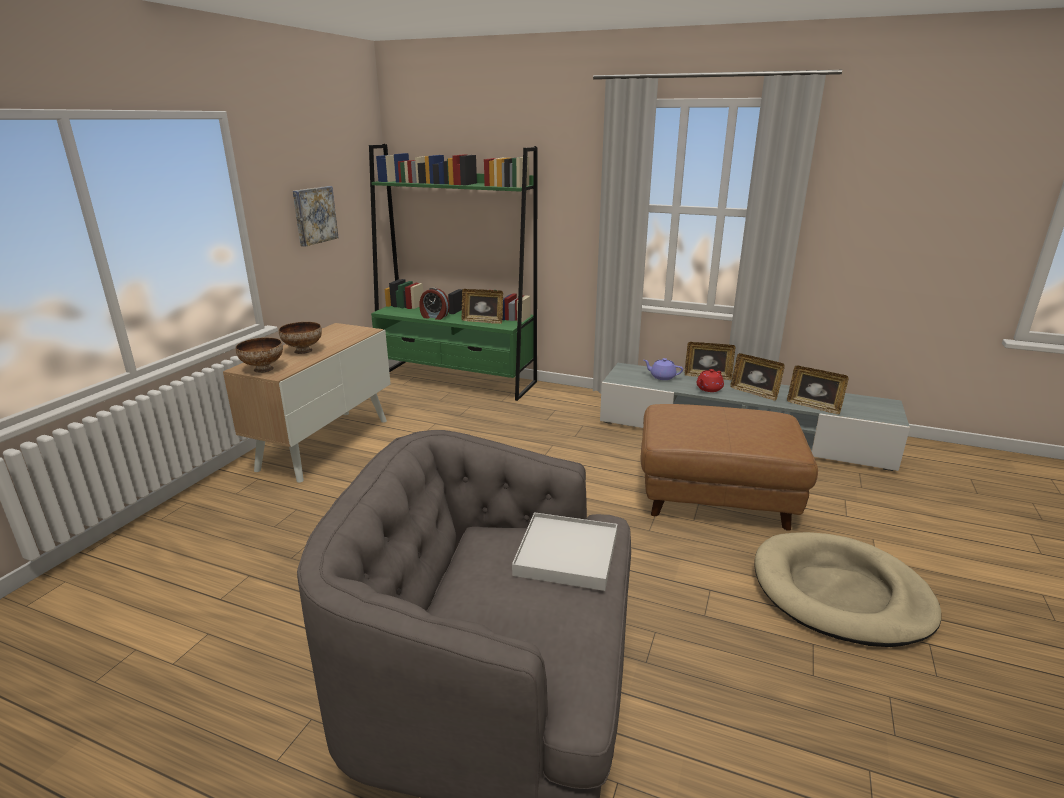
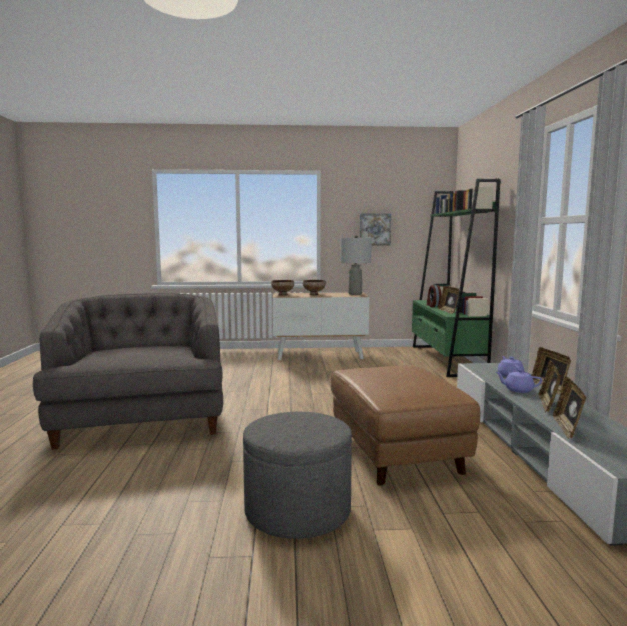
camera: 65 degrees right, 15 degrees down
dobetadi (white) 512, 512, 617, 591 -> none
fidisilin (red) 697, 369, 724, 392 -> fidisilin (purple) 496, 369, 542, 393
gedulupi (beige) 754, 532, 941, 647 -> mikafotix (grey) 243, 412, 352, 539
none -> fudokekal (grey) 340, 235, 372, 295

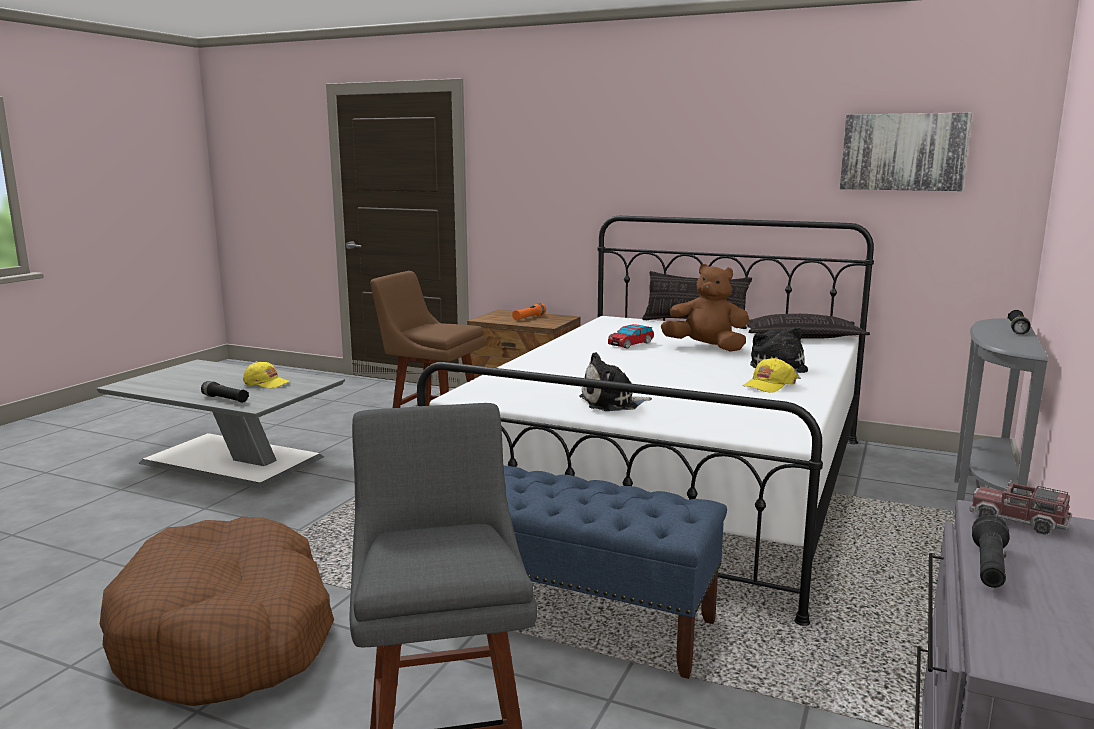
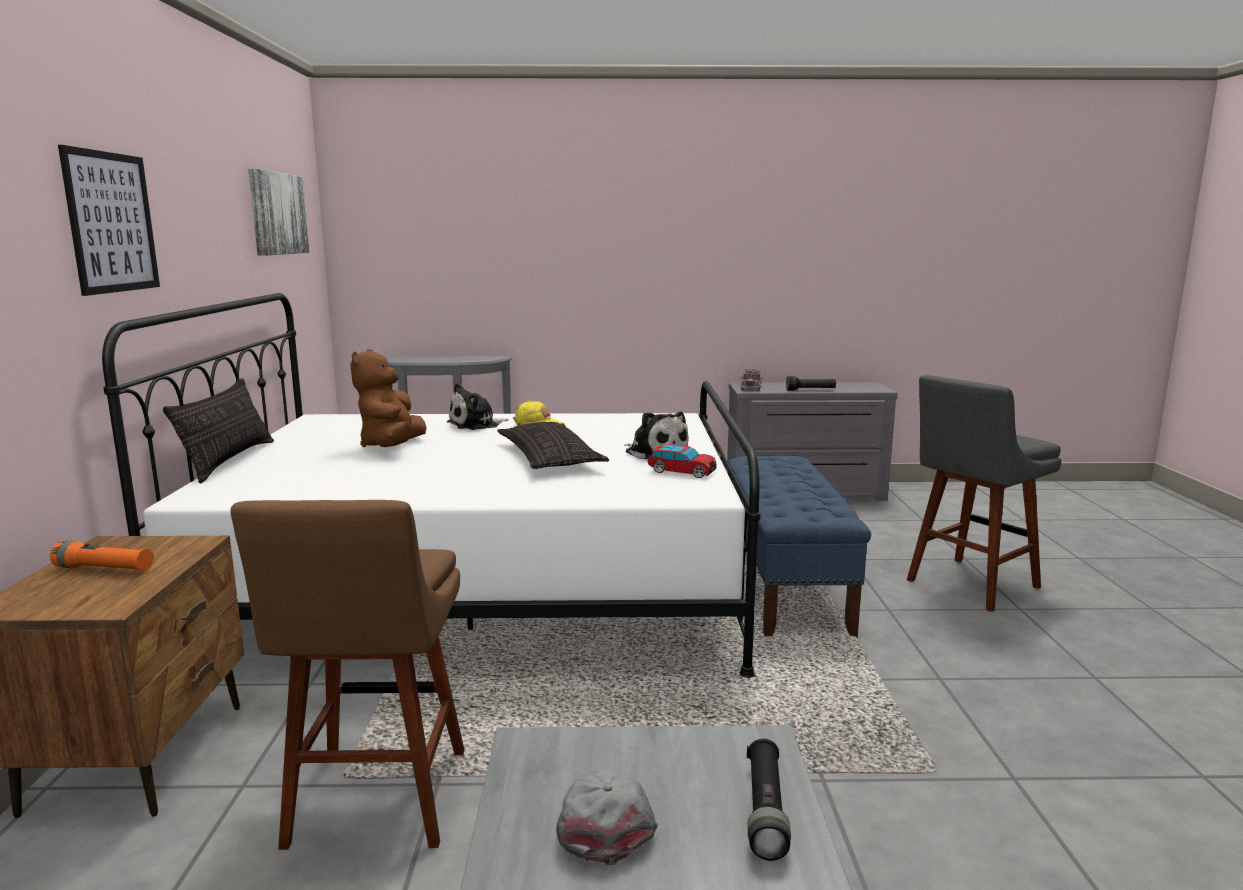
camera: 115 degrees left, 0 degrees up
gedulupi (brown) 100, 517, 334, 706 -> none
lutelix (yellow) 243, 361, 290, 389 -> lutelix (grey) 556, 768, 658, 865
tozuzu 608, 324, 654, 349 -> tozuzu 647, 444, 716, 478, shifted
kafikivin 746, 314, 870, 339 -> kafikivin 497, 422, 609, 469, shifted
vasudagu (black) 1008, 310, 1031, 334 -> none
none -> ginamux 58, 145, 160, 296

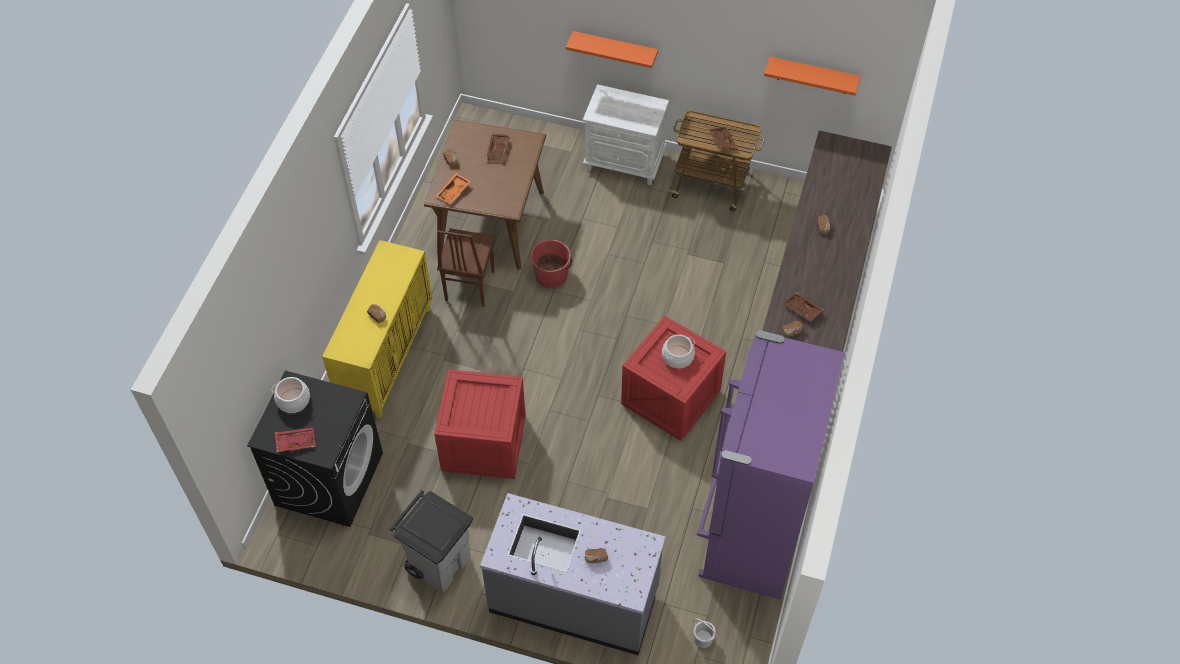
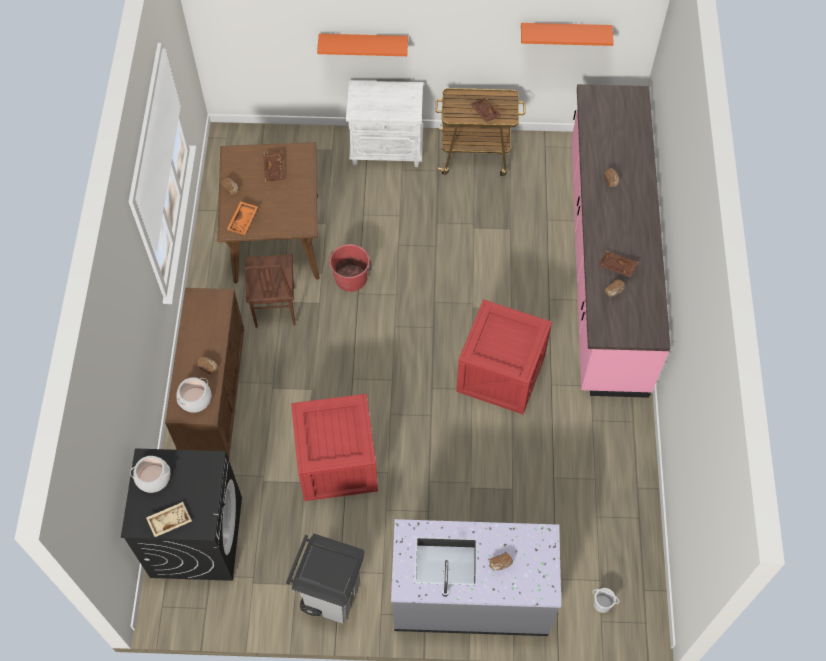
camera: 15 degrees left, 5 degrees up
dobetadi (red) 274, 427, 316, 452 -> dobetadi (beige) 146, 502, 192, 537
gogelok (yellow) 322, 240, 432, 418 -> gogelok (brown) 165, 288, 244, 459
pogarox 662, 334, 695, 368 -> pogarox 176, 377, 211, 413, shifted
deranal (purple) 697, 330, 845, 599 -> none

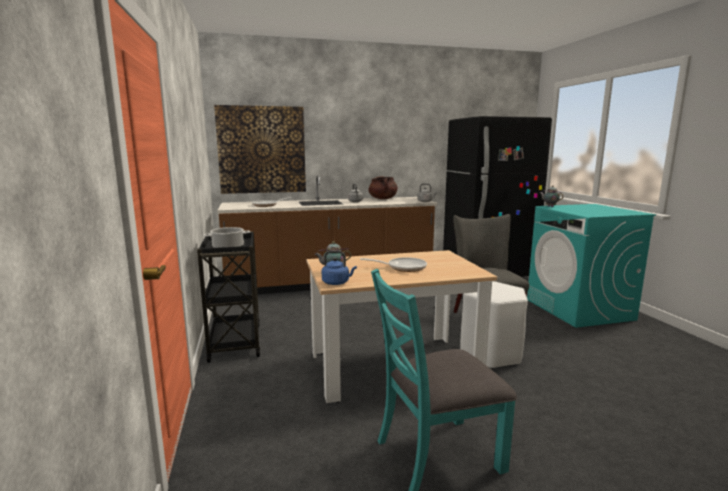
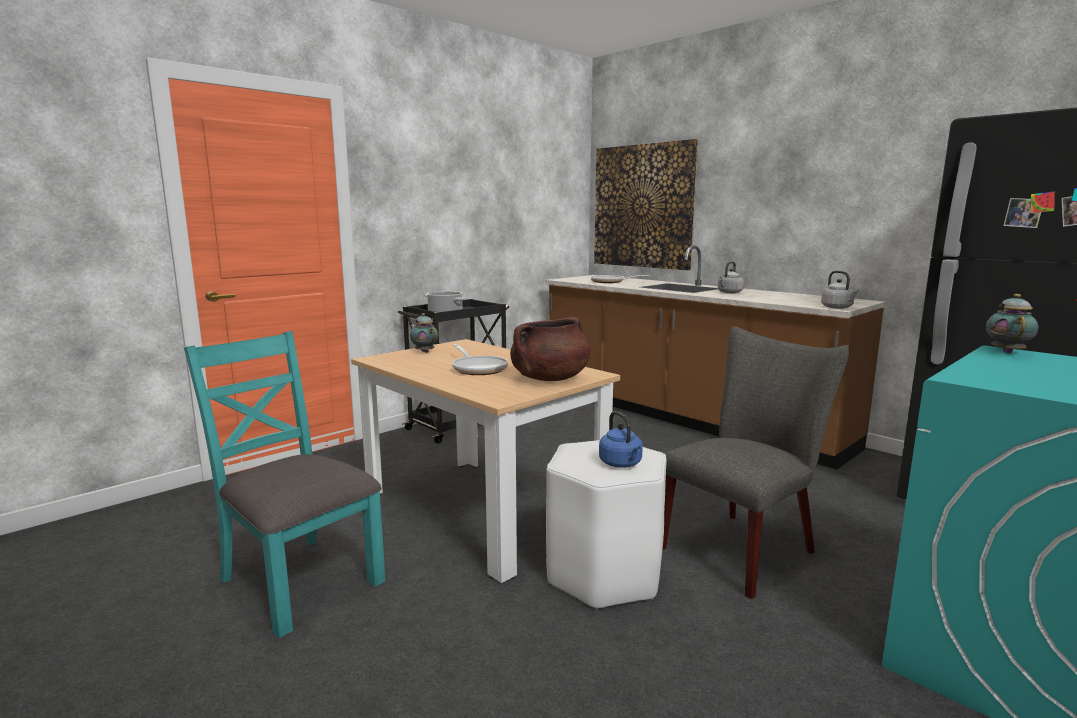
camera: 60 degrees right, 0 degrees up
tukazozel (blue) 322, 250, 357, 285 -> tukazozel (blue) 599, 411, 643, 468, shifted
pogarox (brown) 368, 176, 398, 199 -> pogarox (brown) 510, 317, 590, 381, shifted

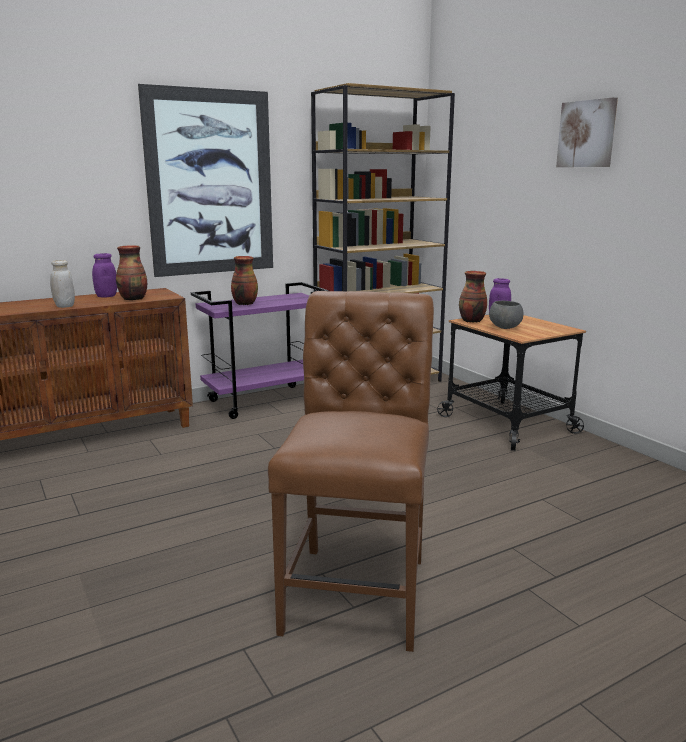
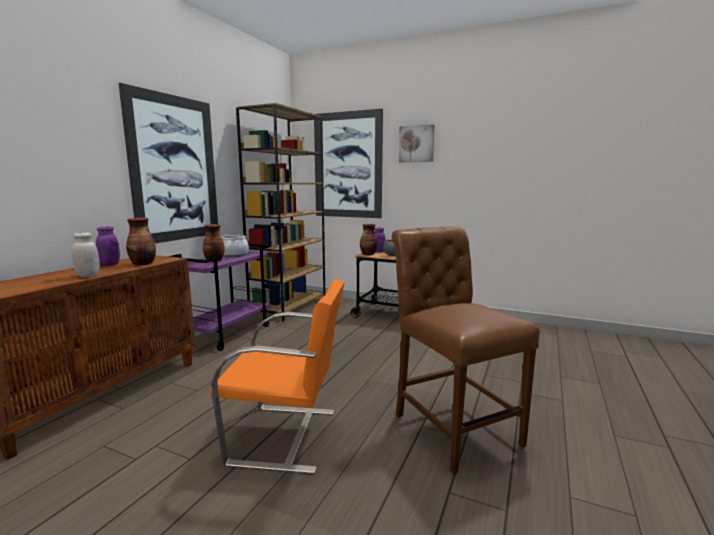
camera: 35 degrees left, 5 degrees down
none -> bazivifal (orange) 210, 279, 345, 474
none -> pogarox 221, 234, 249, 257
none -> ginamux 314, 109, 383, 218

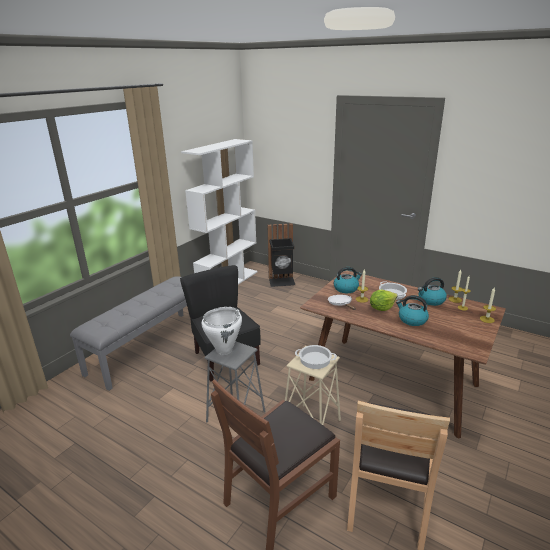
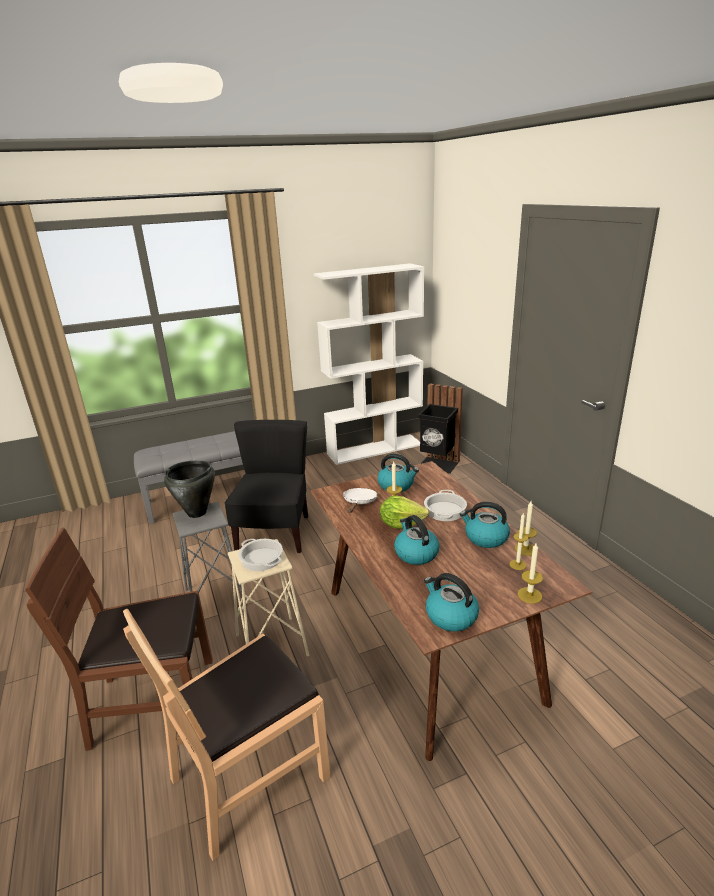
camera: 35 degrees right, 0 degrees up
pogarox (white) 201, 307, 242, 355 -> pogarox (black) 164, 461, 215, 518
none -> tukazozel 424, 573, 479, 631

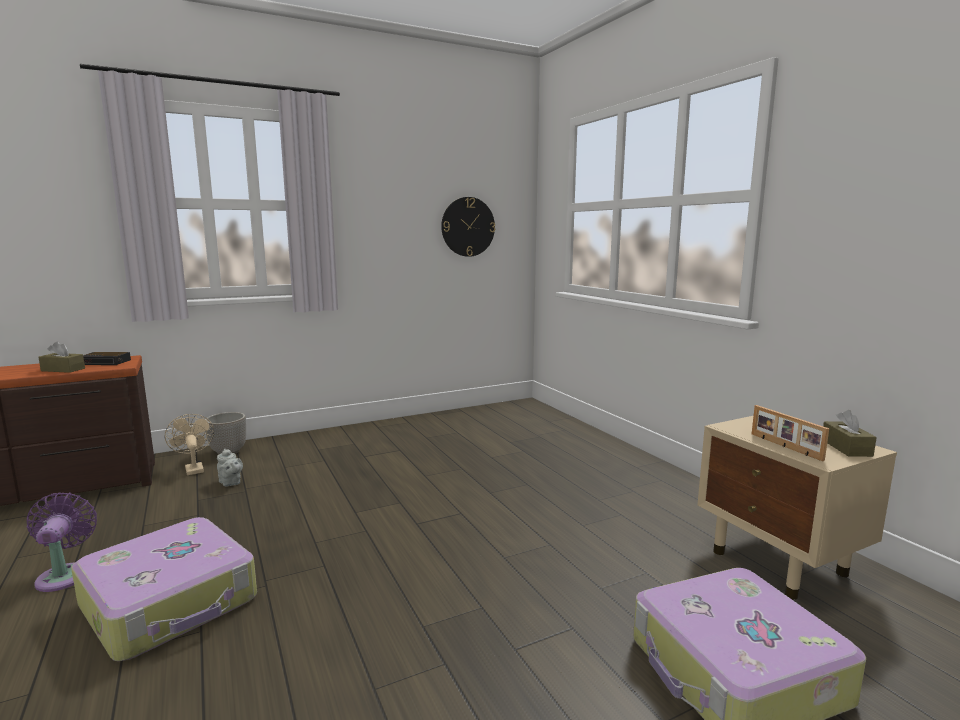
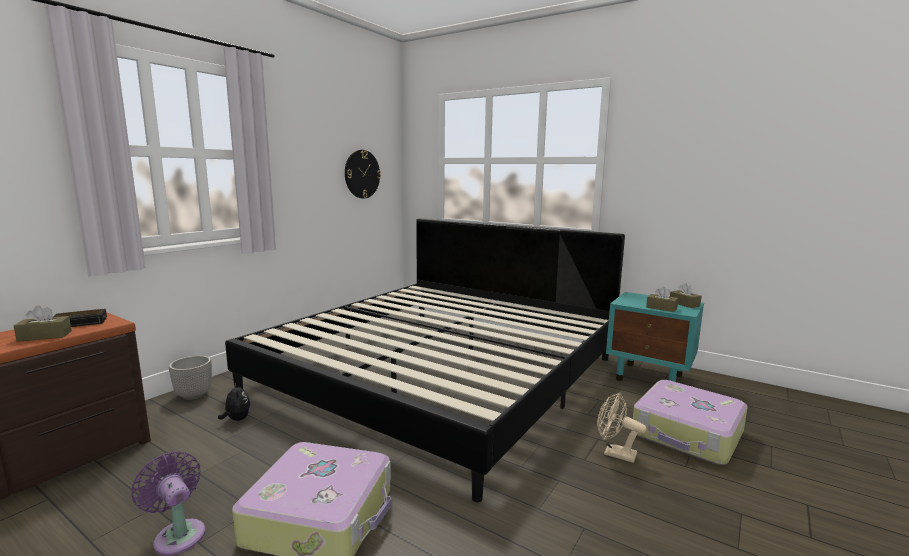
camera: 30 degrees left, 0 degrees up
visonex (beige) 165, 414, 214, 475 -> visonex (beige) 597, 392, 647, 463, shifted
fidisilin (grey) 217, 449, 243, 486 -> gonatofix 218, 382, 251, 421
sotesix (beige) 697, 416, 897, 600 -> sotesix (turquoise) 606, 292, 704, 382
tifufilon 752, 405, 829, 461 -> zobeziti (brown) 646, 287, 678, 312
none -> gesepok 225, 218, 625, 502

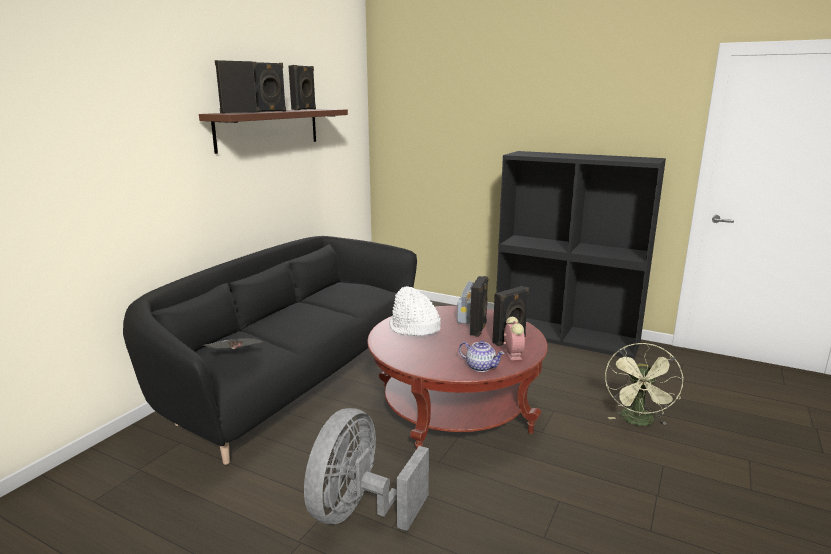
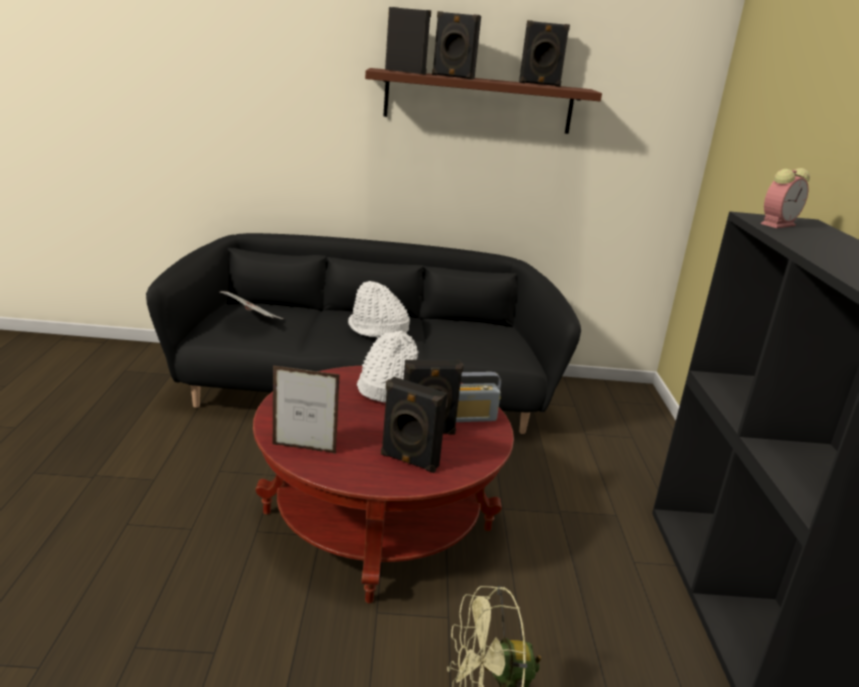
camera: 60 degrees right, 5 degrees up
visonex (grey) 304, 408, 429, 531 -> none
fidisilin 459, 340, 505, 372 -> tifufilon 273, 365, 340, 454
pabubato 503, 317, 525, 360 -> pabubato 760, 168, 810, 228, shifted
none -> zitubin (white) 348, 281, 410, 338

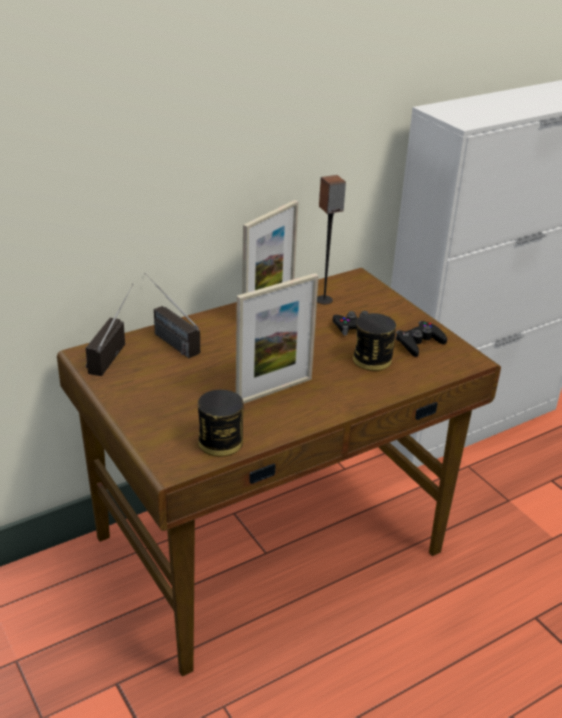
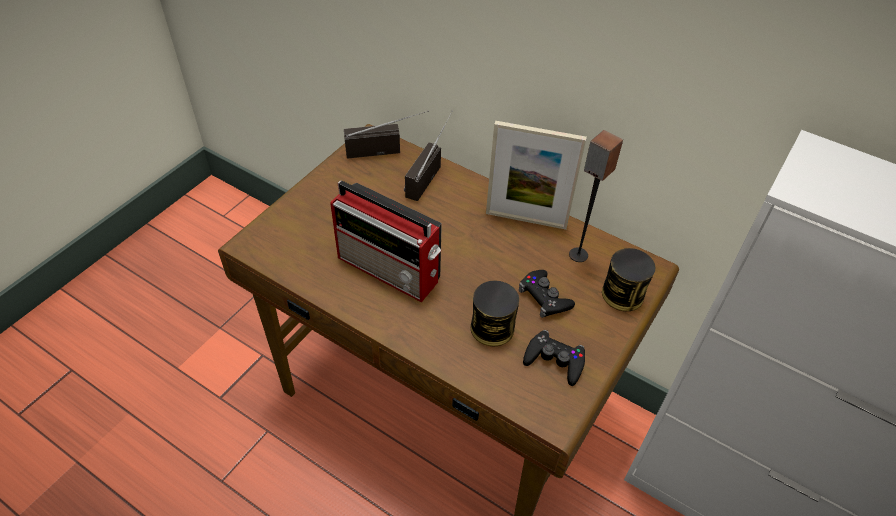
camera: 65 degrees right, 15 degrees up
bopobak 198, 389, 244, 457 -> bopobak 602, 248, 655, 311, shifted
tifufilon 236, 273, 319, 404 -> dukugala 330, 180, 442, 302

